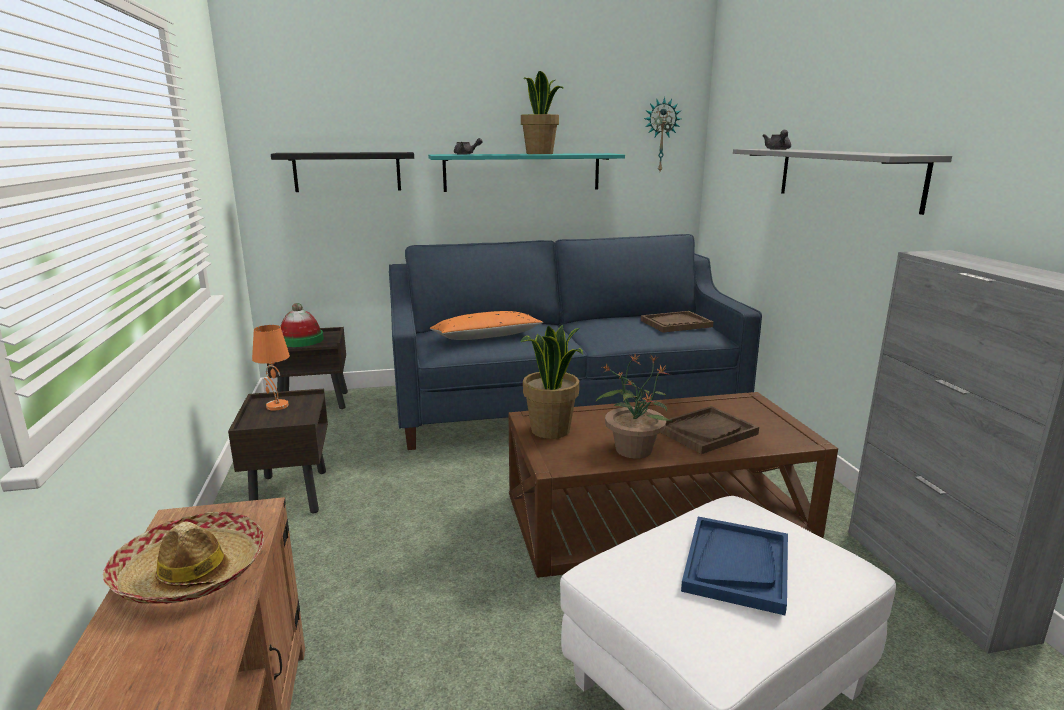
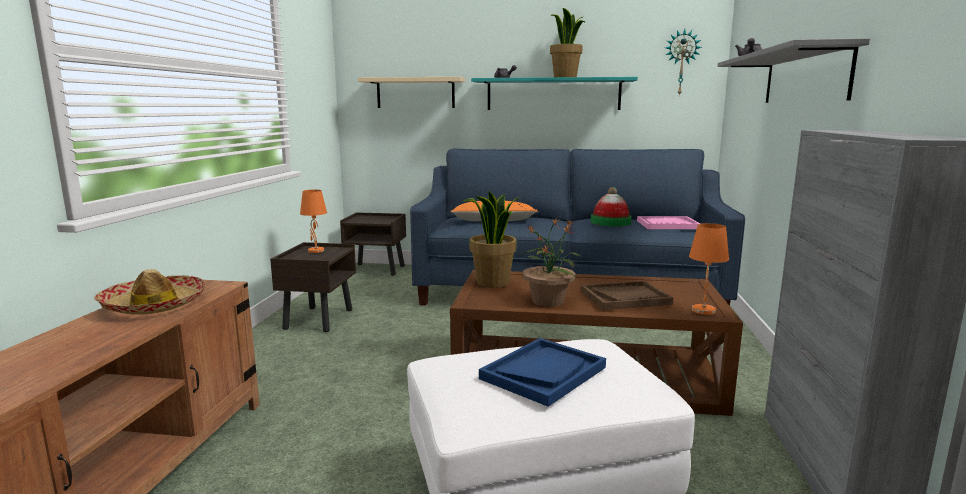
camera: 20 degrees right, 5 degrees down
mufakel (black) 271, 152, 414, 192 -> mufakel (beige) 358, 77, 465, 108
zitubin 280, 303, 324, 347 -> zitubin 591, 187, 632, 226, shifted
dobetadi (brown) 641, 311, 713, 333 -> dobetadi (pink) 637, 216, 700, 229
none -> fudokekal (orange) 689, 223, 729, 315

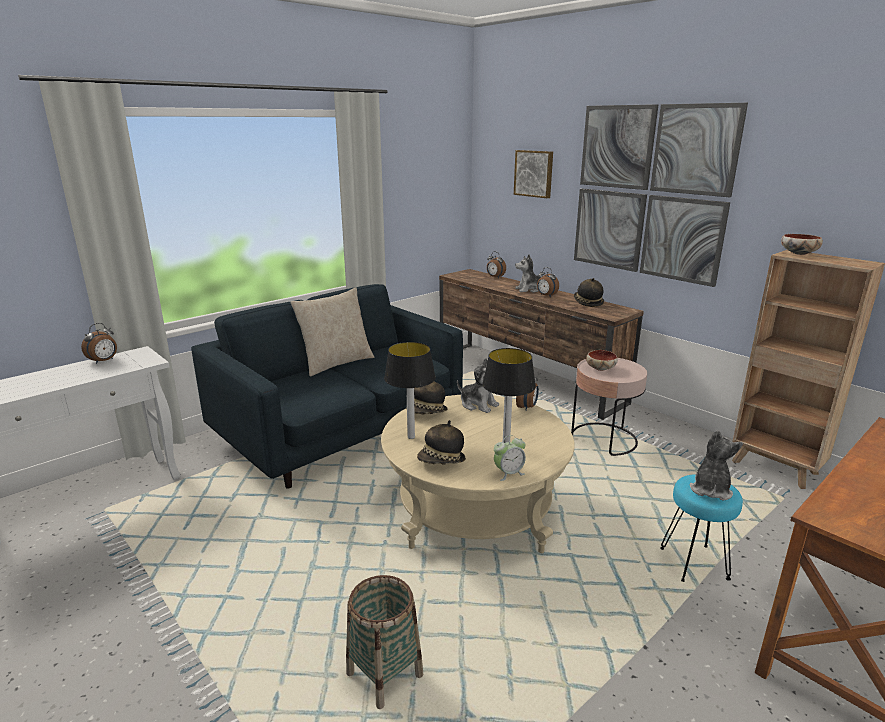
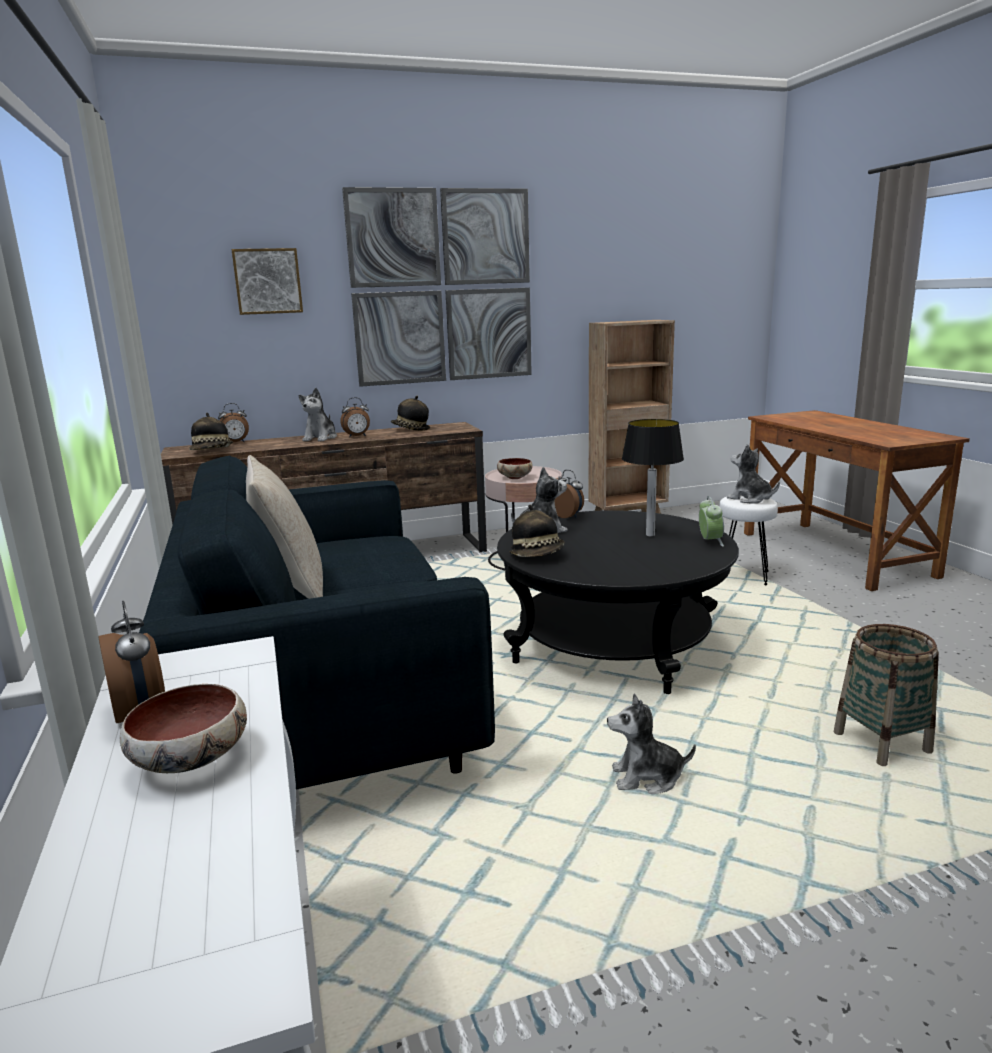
camera: 65 degrees left, 5 degrees down
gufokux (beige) 381, 395, 575, 553 -> gufokux (black) 497, 510, 739, 694
fudokekal 384, 342, 436, 439 -> none
zitubin 417, 420, 466, 465 -> zitubin 189, 413, 233, 450, shifted
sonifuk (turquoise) 660, 474, 743, 582 -> sonifuk (white) 719, 496, 778, 585
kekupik 781, 234, 823, 255 -> kekupik 120, 684, 247, 773, shifted
none -> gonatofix 607, 694, 696, 794

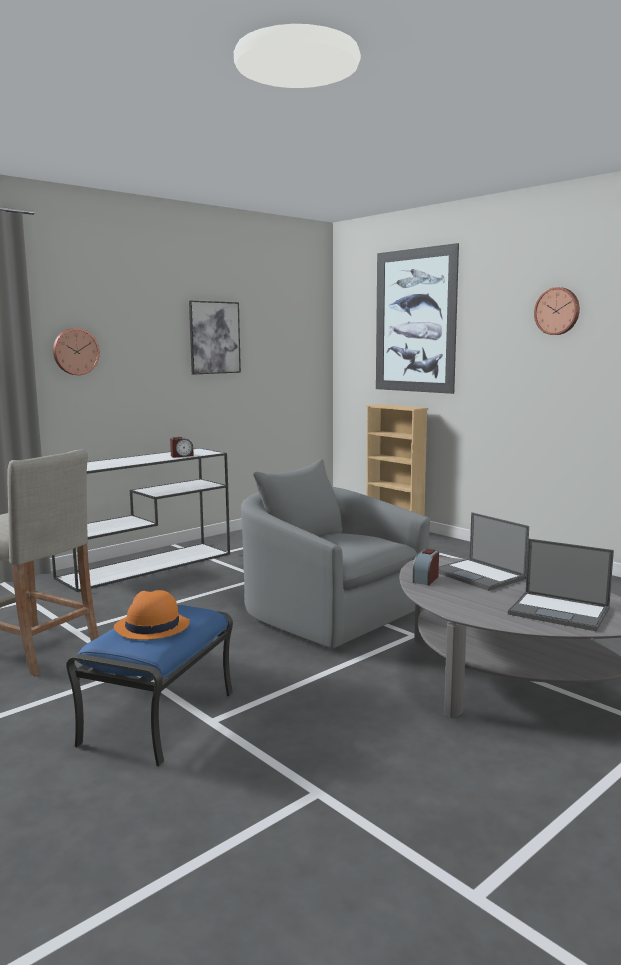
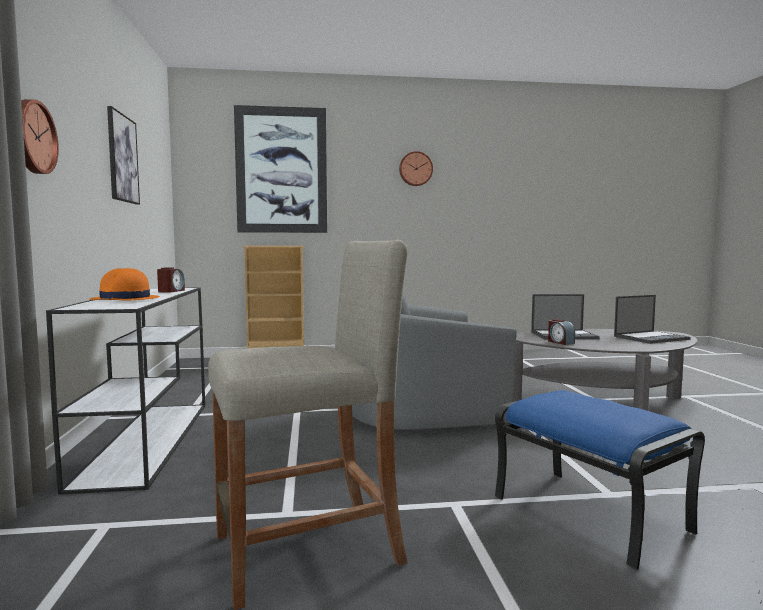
camera: 55 degrees left, 5 degrees down
zitubin (orange) 114, 590, 190, 640 -> zitubin (orange) 89, 268, 160, 301, shifted

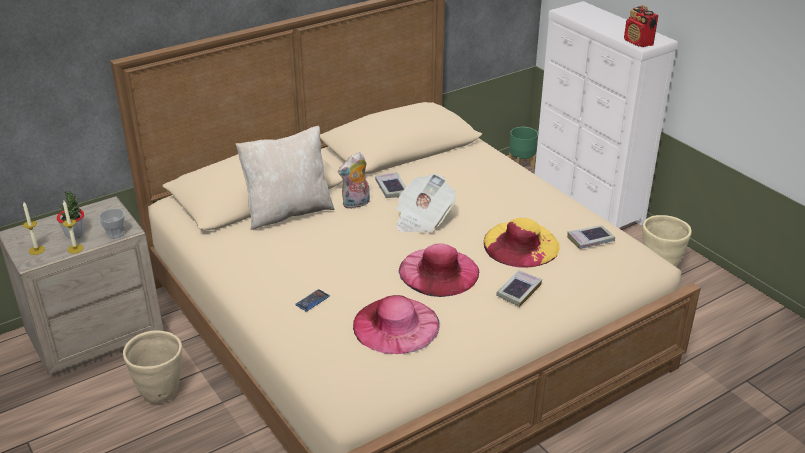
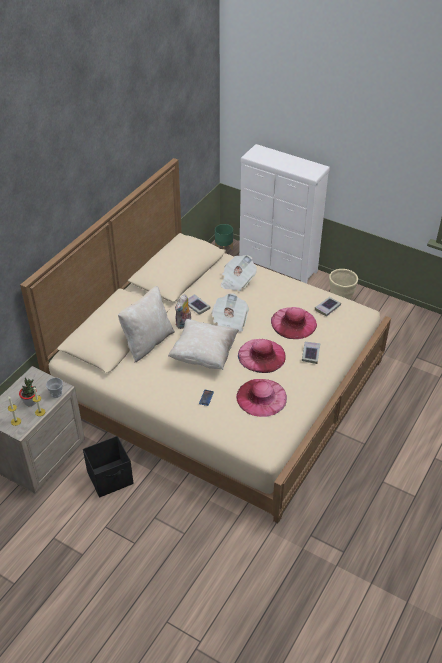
camera: 25 degrees left, 10 degrees up
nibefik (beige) 123, 330, 182, 404 -> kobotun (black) 83, 436, 133, 497
zitubin (yellow) 484, 218, 560, 268 -> zitubin (pink) 271, 307, 317, 339
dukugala 624, 5, 658, 47 -> none
none -> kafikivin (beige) 168, 319, 239, 370
none -> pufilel 220, 255, 257, 291

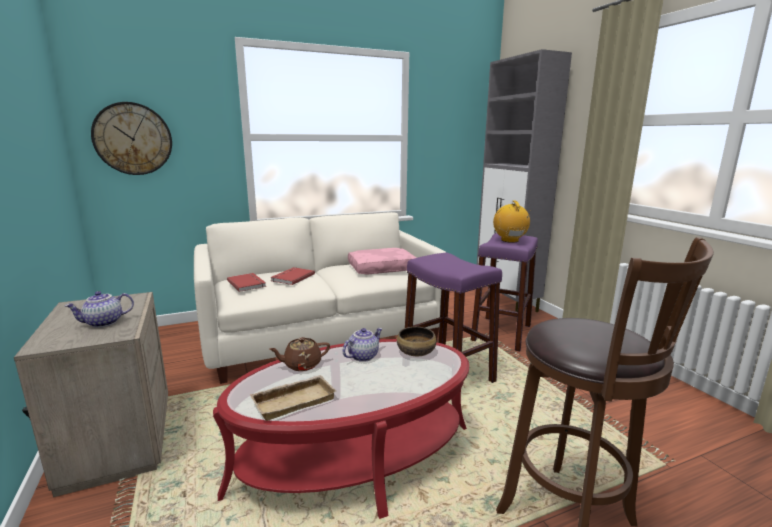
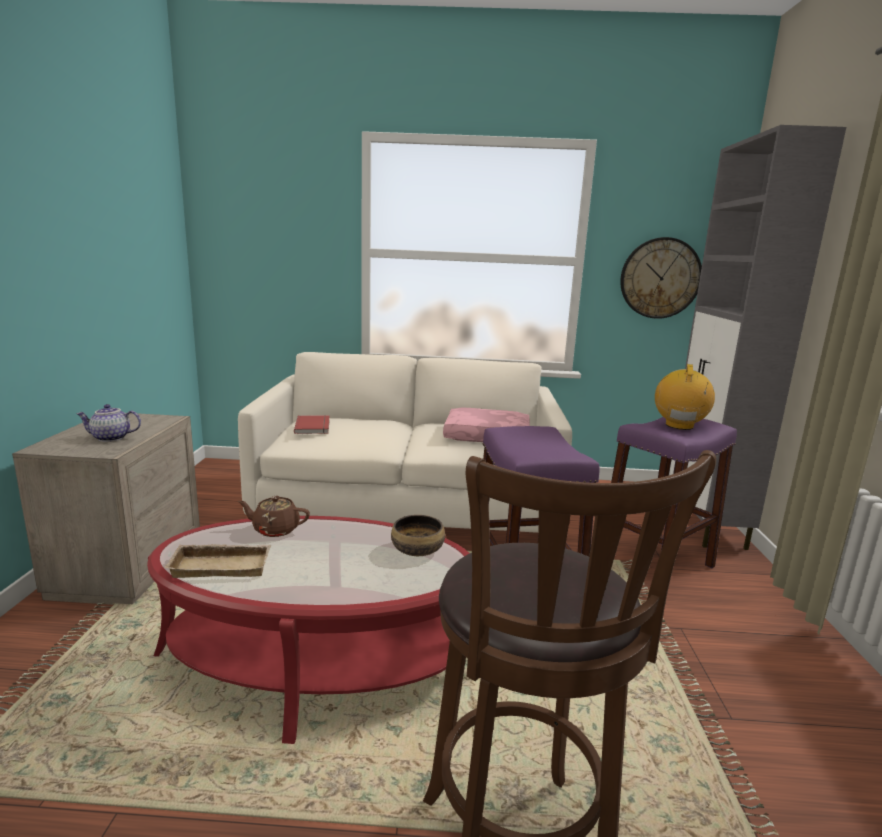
camera: 25 degrees right, 0 degrees up
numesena 91, 102, 172, 175 -> numesena 620, 237, 702, 319, shifted
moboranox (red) 270, 267, 315, 285 -> none
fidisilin 342, 328, 382, 362 -> none

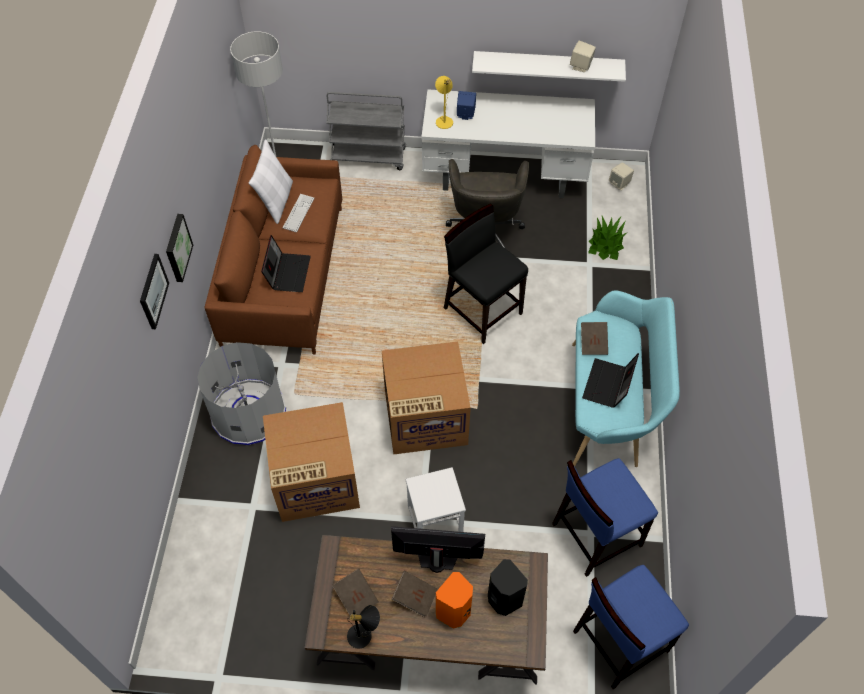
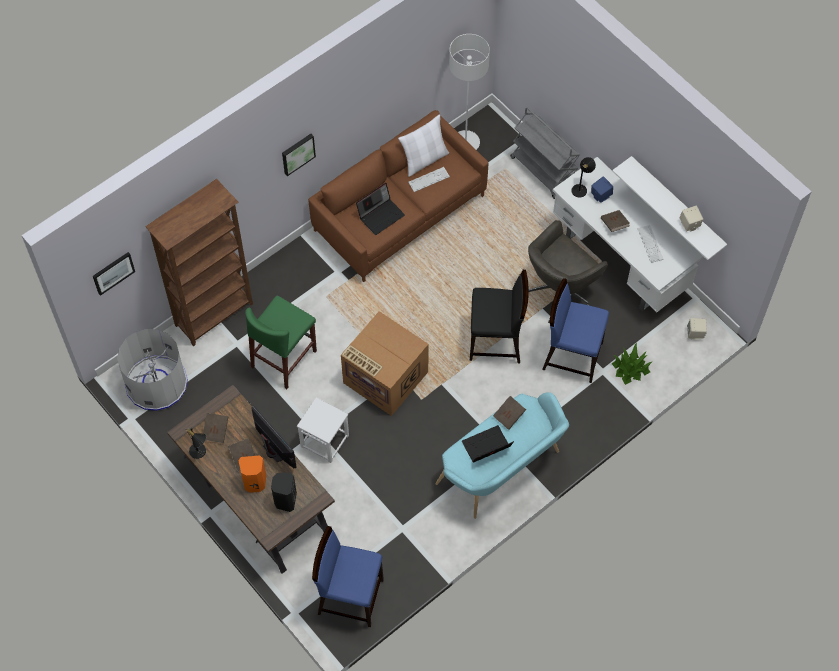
camera: 45 degrees right, 5 degrees up
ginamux 140, 254, 169, 329 -> ginamux 93, 252, 135, 296, shifted
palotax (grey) 197, 342, 286, 445 -> palotax (grey) 117, 329, 188, 411, shifted
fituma 263, 402, 360, 522 -> sonifuk (green) 245, 296, 317, 389
fudokekal (yellow) 435, 76, 453, 129 -> fudokekal (black) 571, 157, 596, 198
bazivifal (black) 444, 204, 528, 344 -> bazivifal (black) 470, 270, 529, 363, 90 degrees clockwise
bazivifal (blue) 552, 458, 658, 577 -> bazivifal (blue) 542, 278, 609, 383, shifted
none -> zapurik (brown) 145, 179, 253, 346
none -> moboranox (brown) 601, 210, 630, 232
none -> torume 637, 225, 664, 263

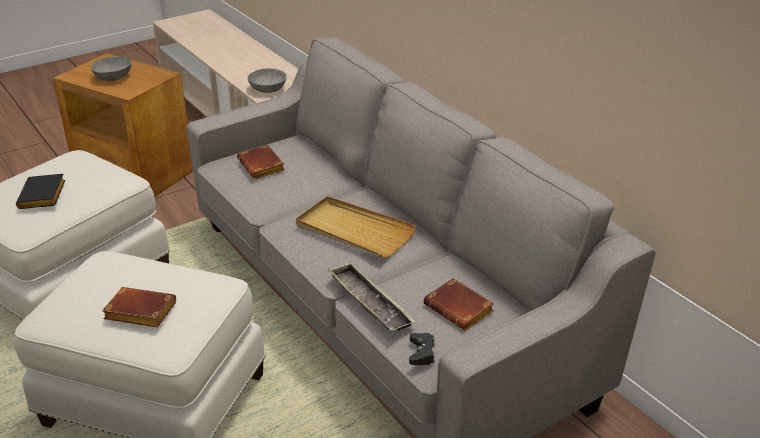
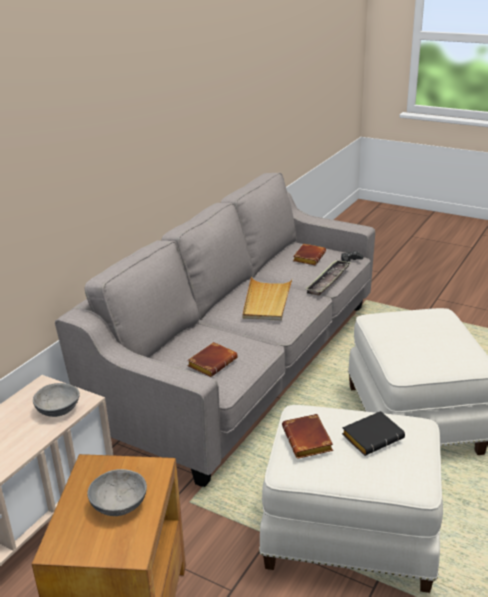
camera: 115 degrees left, 5 degrees down
moboranox (brown) 102, 287, 176, 327 -> moboranox (brown) 282, 414, 333, 458, shifted

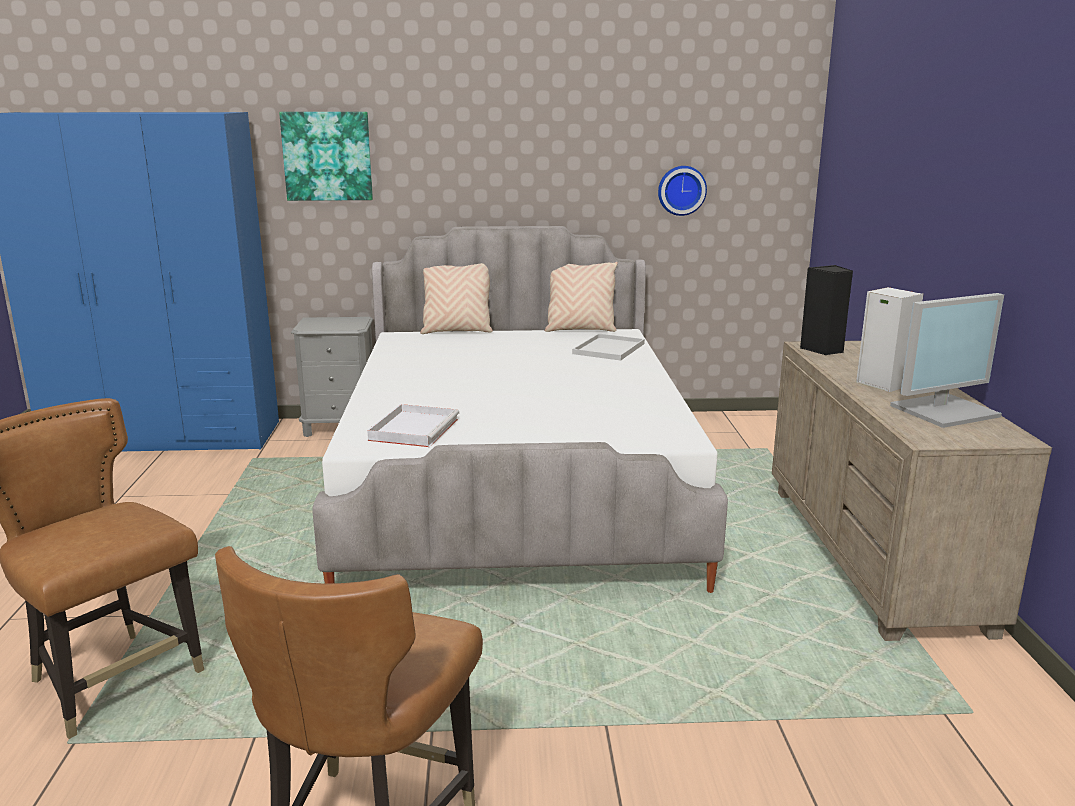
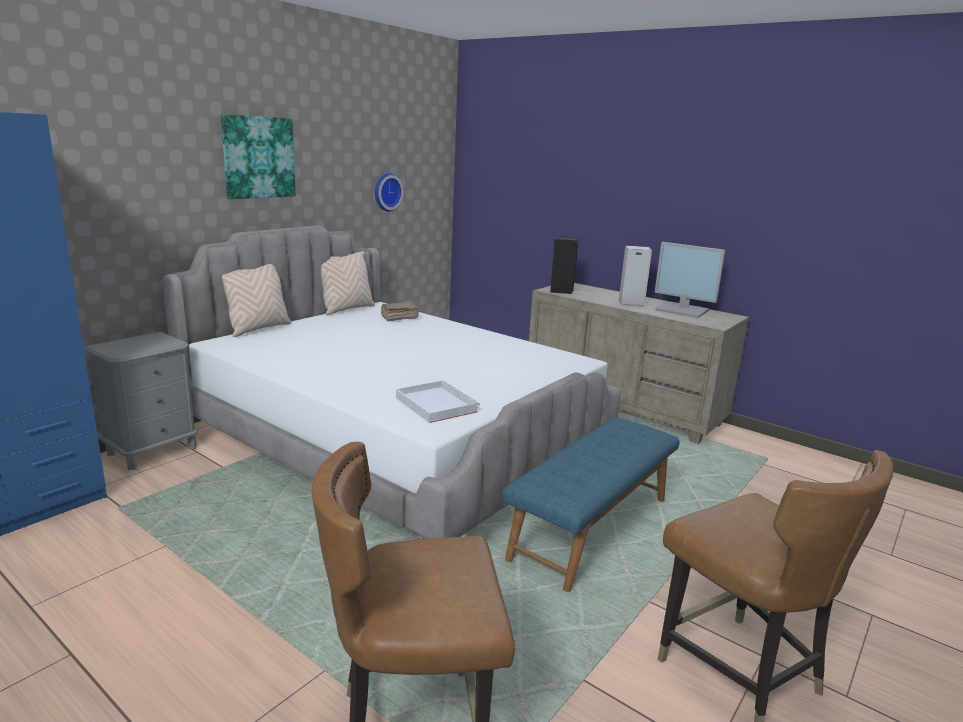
camera: 50 degrees left, 0 degrees up
ginamux 279, 112, 373, 201 -> ginamux 221, 114, 296, 199, shifted
dobetadi (white) 572, 333, 645, 361 -> moboranox (brown) 381, 302, 419, 321
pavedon 890, 293, 1004, 428 -> pavedon 654, 242, 726, 318, 105 degrees clockwise
none -> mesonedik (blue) 502, 418, 679, 592

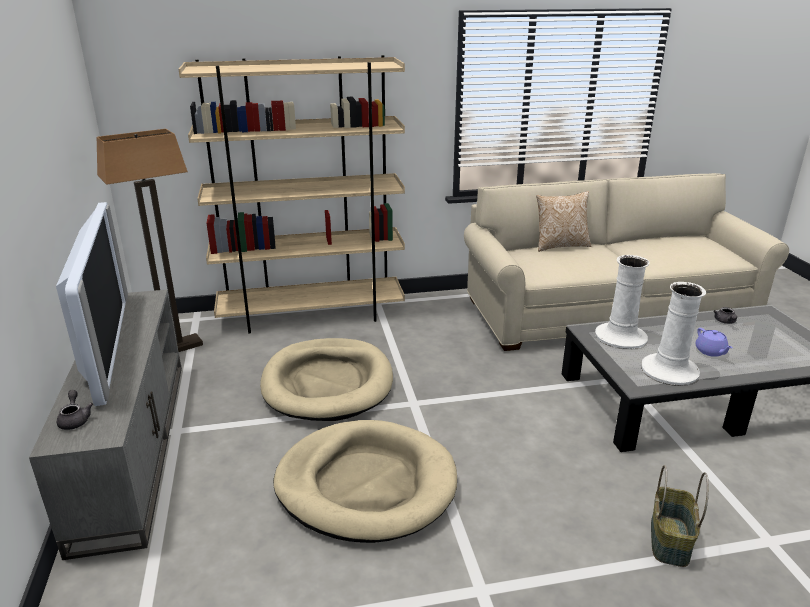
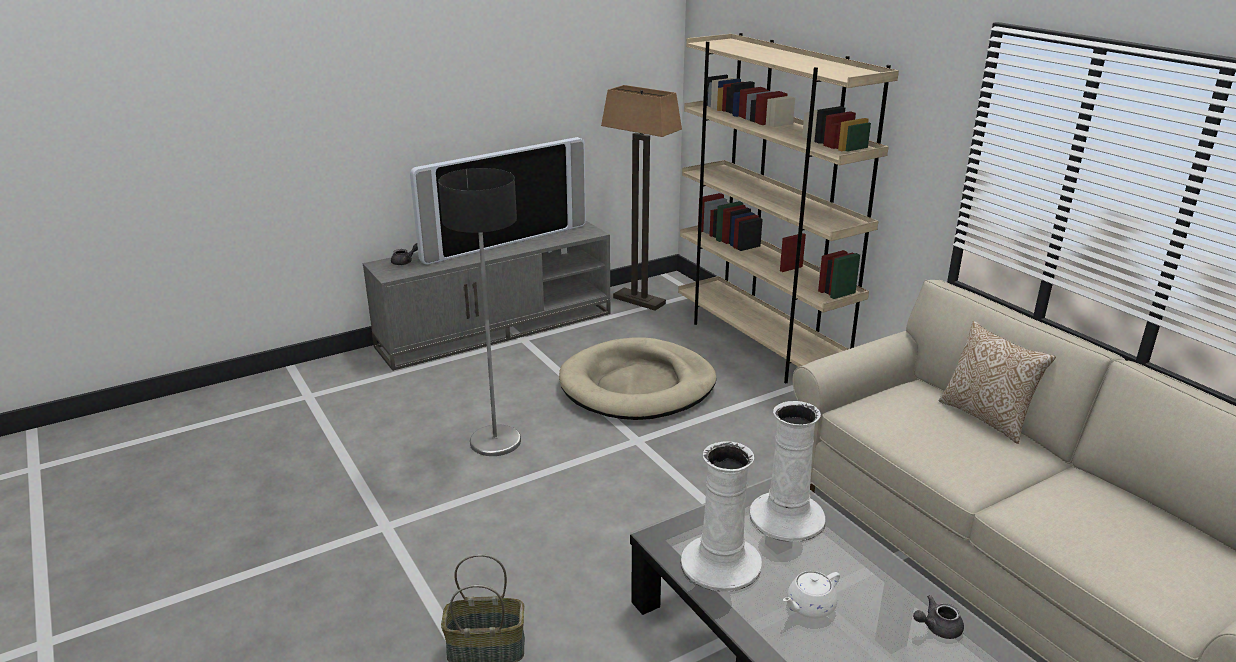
camera: 70 degrees right, 0 degrees up
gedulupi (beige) 273, 420, 457, 543 -> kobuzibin 438, 168, 521, 456
fidisilin (purple) 695, 328, 733, 357 -> fidisilin (white) 783, 571, 840, 619

